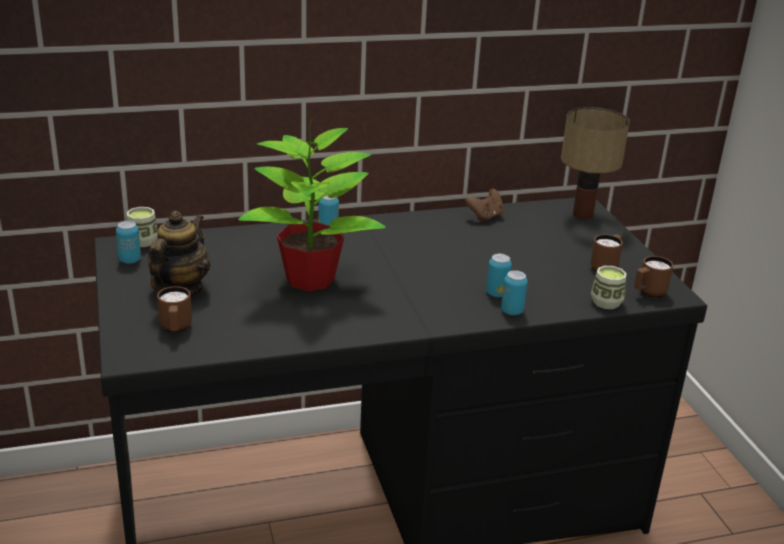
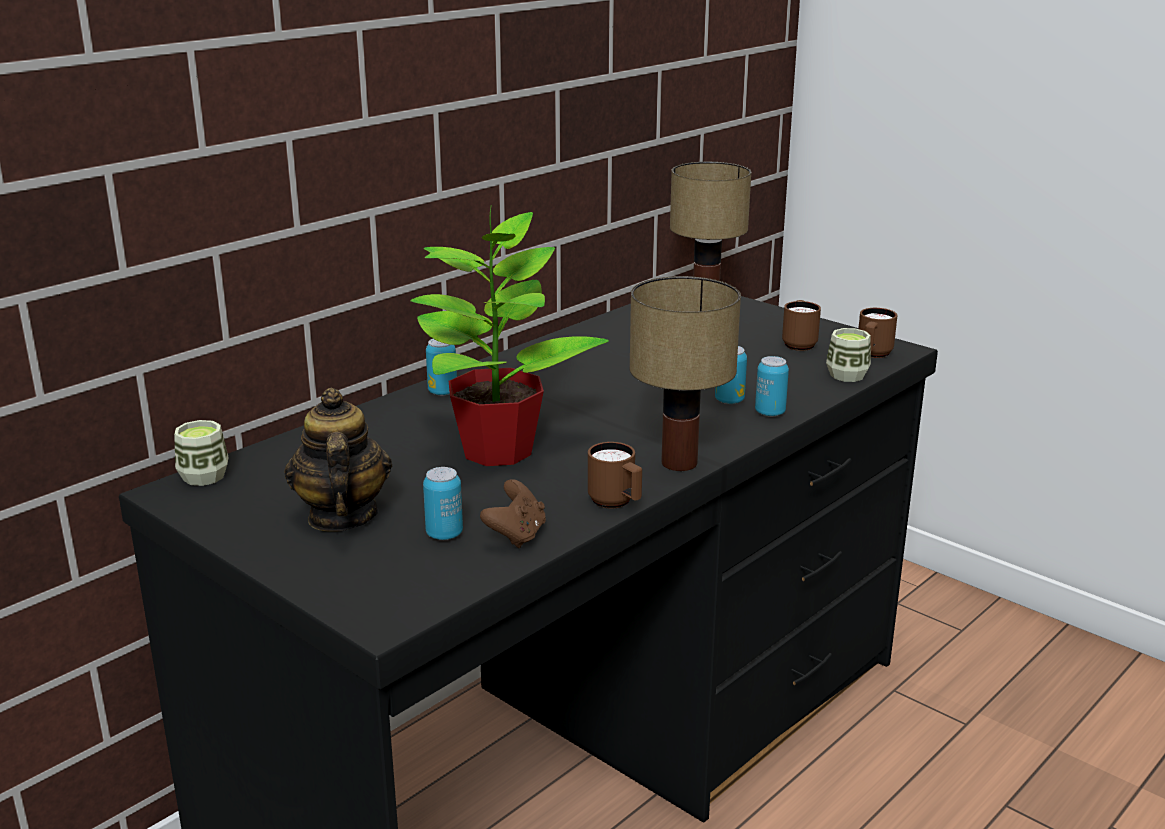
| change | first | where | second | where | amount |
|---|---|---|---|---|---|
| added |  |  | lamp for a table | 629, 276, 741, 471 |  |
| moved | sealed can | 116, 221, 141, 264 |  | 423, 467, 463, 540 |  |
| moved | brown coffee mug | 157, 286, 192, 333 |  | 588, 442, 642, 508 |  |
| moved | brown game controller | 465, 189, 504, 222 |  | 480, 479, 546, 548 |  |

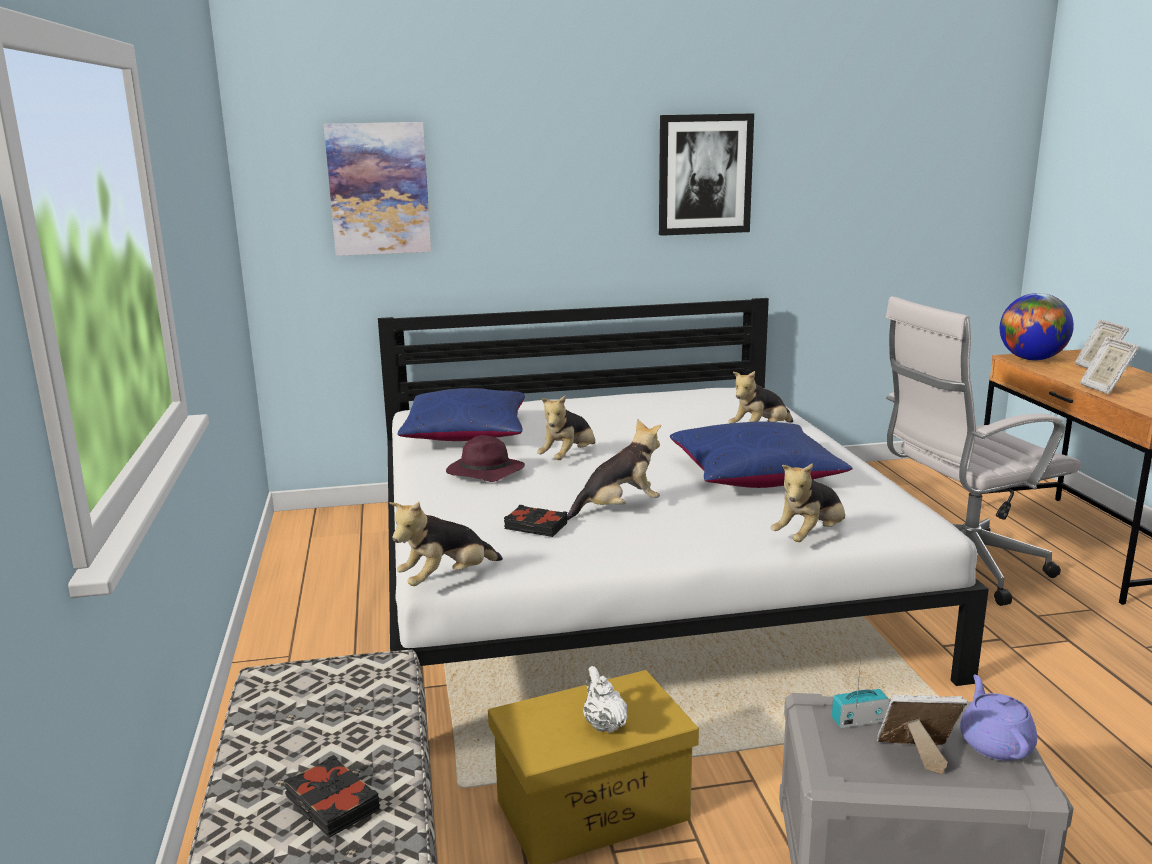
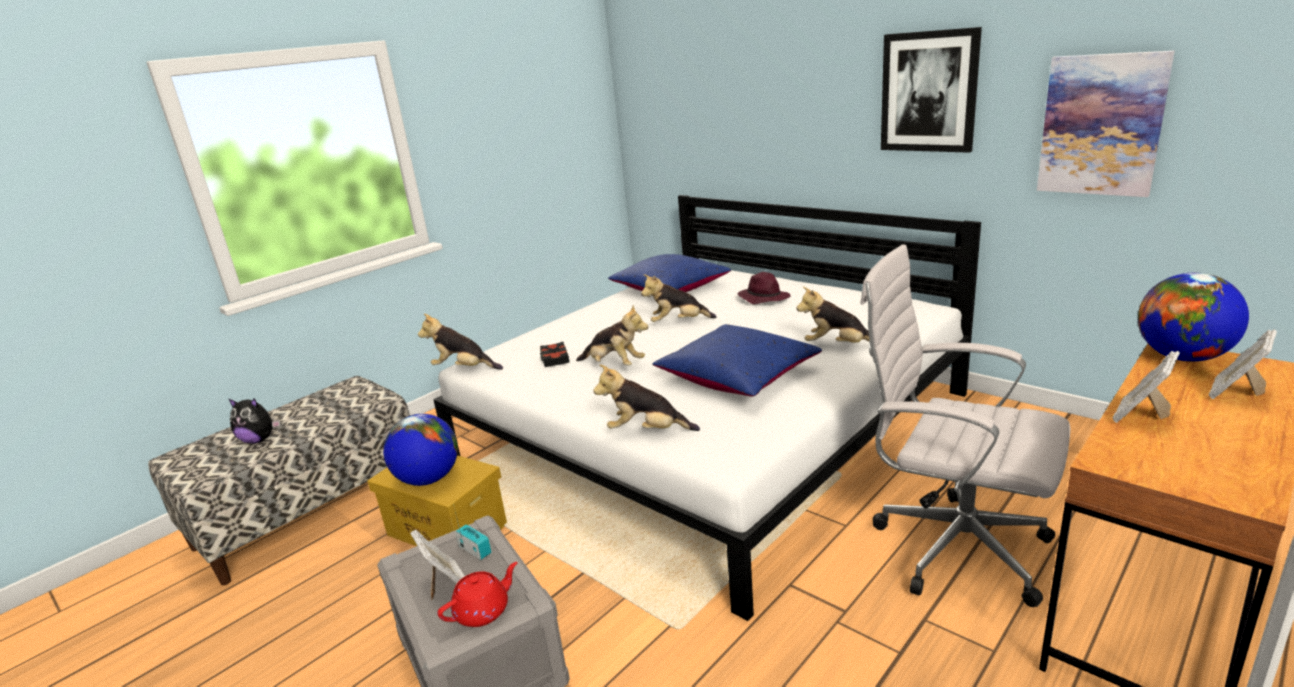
| change | first | where | second | where | amount |
|---|---|---|---|---|---|
| moved | wall picture | 324, 122, 431, 256 |  | 1037, 51, 1175, 197 |  |
| moved | purple wearable hat | 446, 435, 525, 482 |  | 738, 272, 791, 304 |  |
| replaced | blackish book | 284, 755, 380, 838 | soft toy | 229, 399, 281, 444 |  |
| replaced | white tea pot | 583, 666, 627, 733 | desk globe | 383, 414, 458, 486 |  |
| recoloured | purple tea pot | 960, 675, 1037, 761 | red-coloured tea pot | 437, 562, 518, 627 |  |

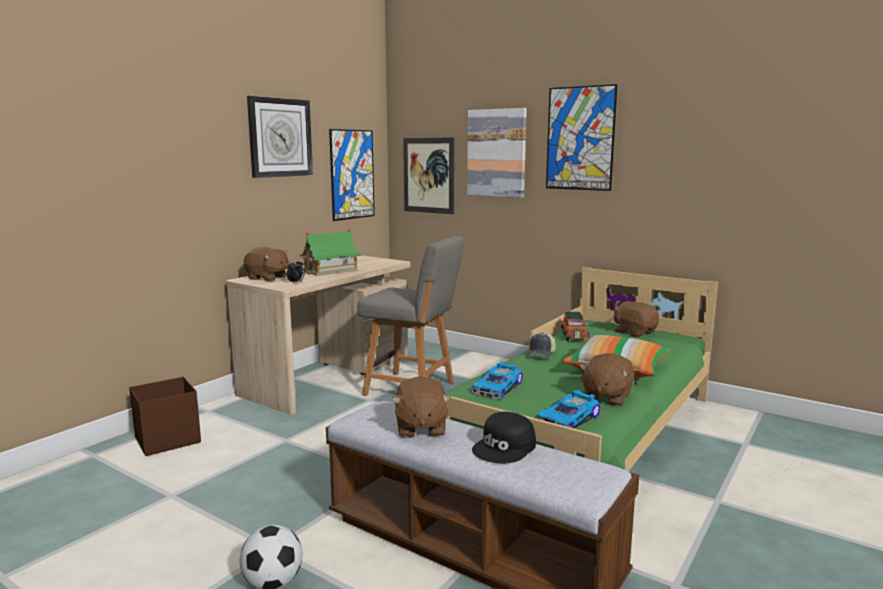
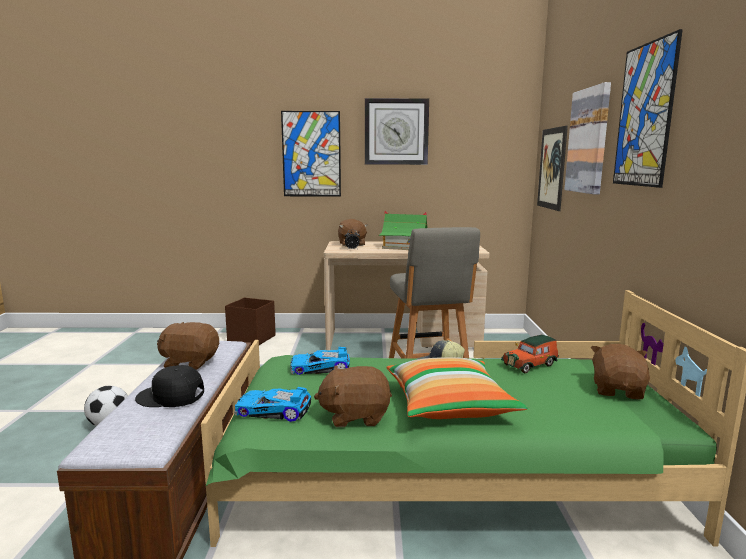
| change | first | where | second | where | amount |
|---|---|---|---|---|---|
| moved | wall picture | 329, 129, 375, 221 |  | 281, 111, 341, 197 |  |
| turned | brown soft toy | 392, 376, 451, 438 |  | 157, 322, 219, 370 | 45 degrees clockwise |

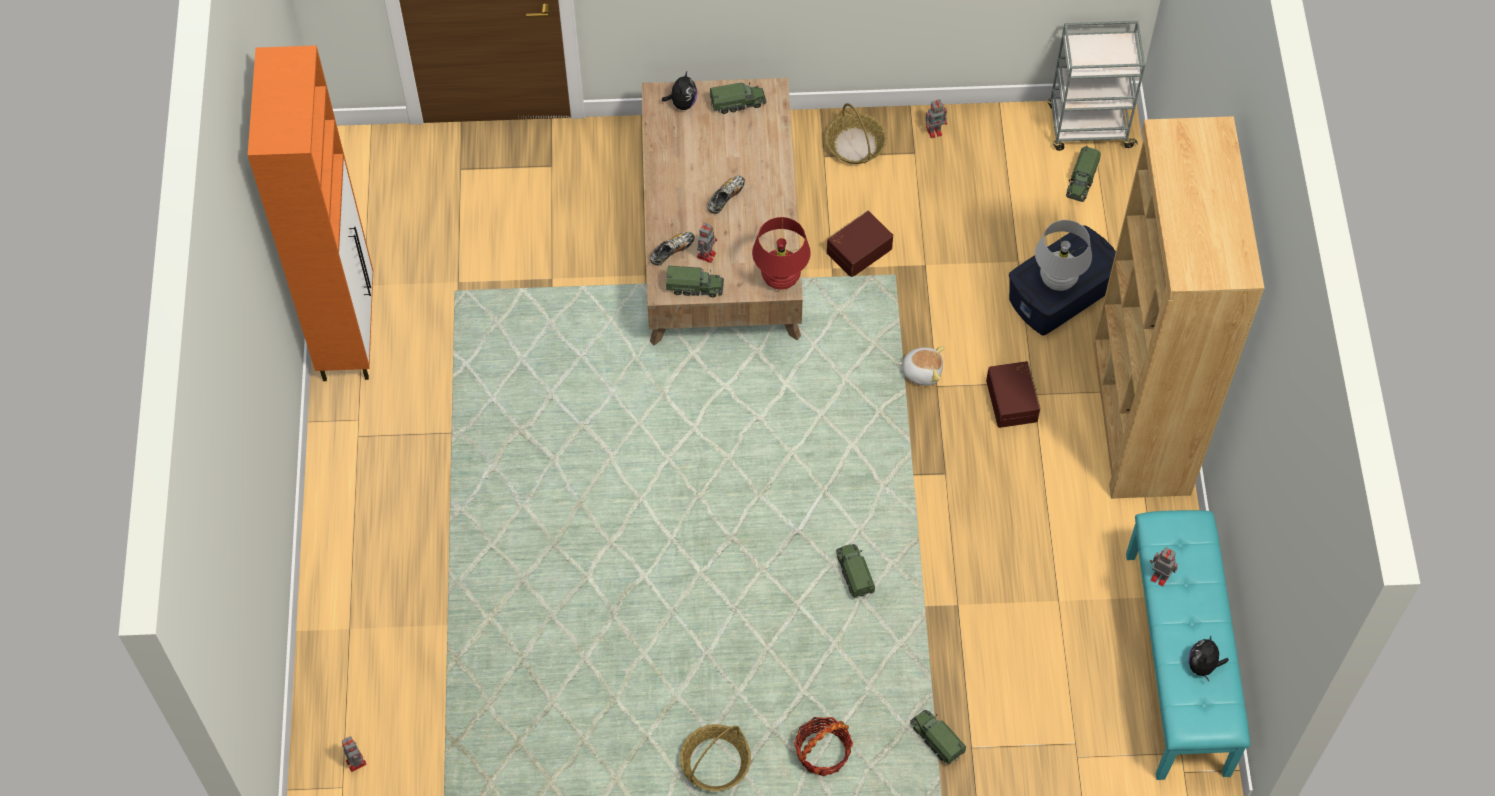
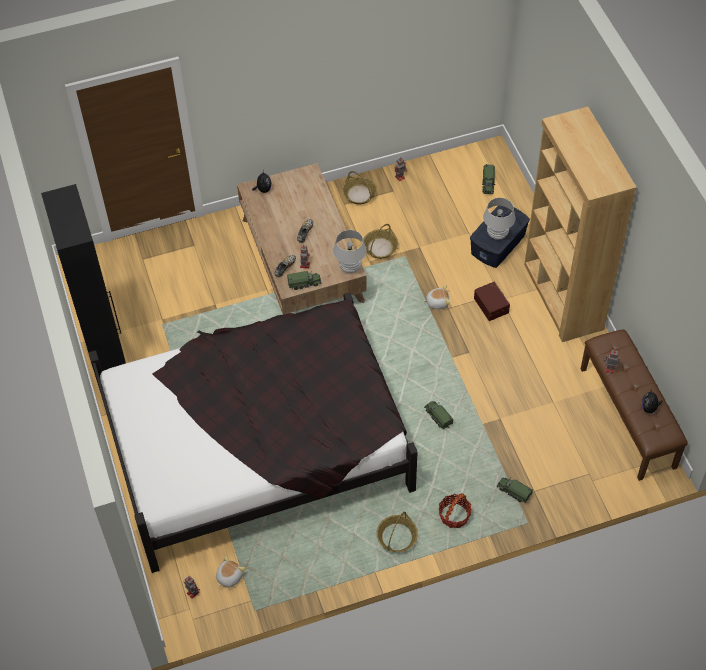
| change | first | where | second | where | amount |
|---|---|---|---|---|---|
| removed | toy truck | 710, 82, 766, 114 |  |  |  |
| removed | greyish wheeled cart | 1048, 21, 1145, 151 |  |  |  |
| added |  |  | blackish sleeping bed | 89, 292, 417, 573 |  |
| added |  |  | soft toy | 216, 556, 245, 588 |  |
| replaced | brown storage container | 827, 211, 893, 277 | storage basket | 363, 224, 398, 259 |  |
| recoloured | orange-coloured cupboard | 248, 45, 373, 381 | blackish cupboard | 41, 184, 126, 371 |  |
| recoloured | red-coloured lamp for a table | 752, 217, 810, 289 | white lamp for a table | 333, 230, 367, 273 |  |
| recoloured | turquoise-coloured bench | 1126, 510, 1250, 780 | brown bench | 581, 330, 688, 481 |  |

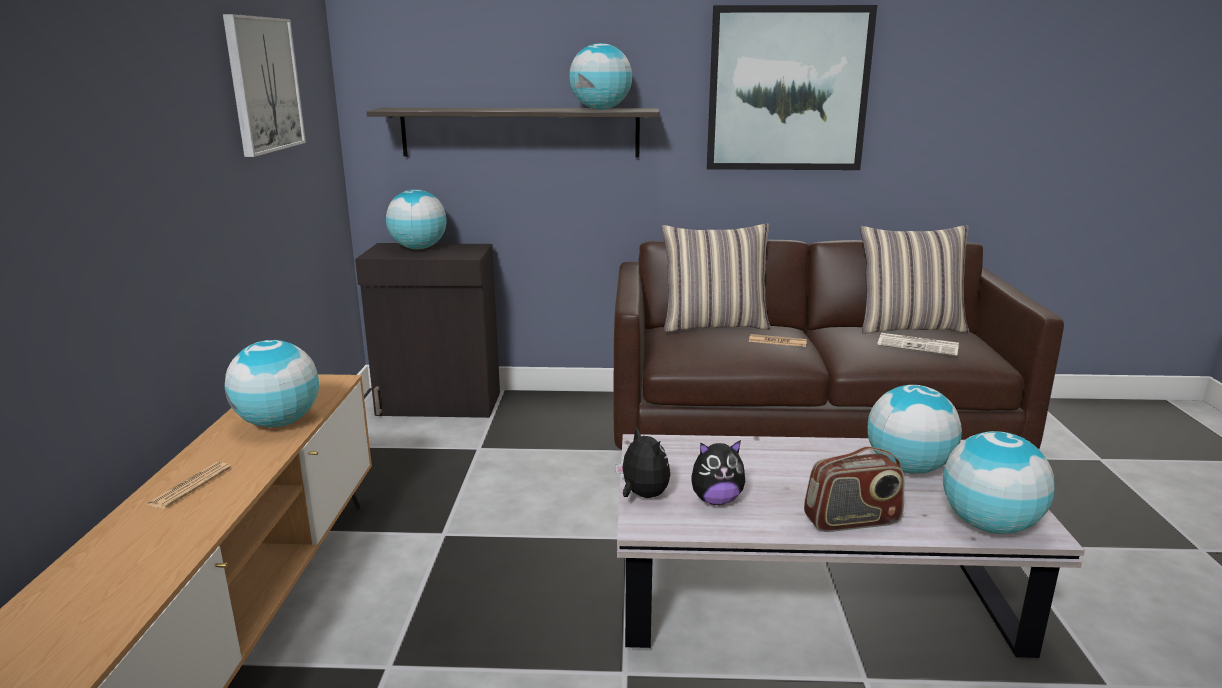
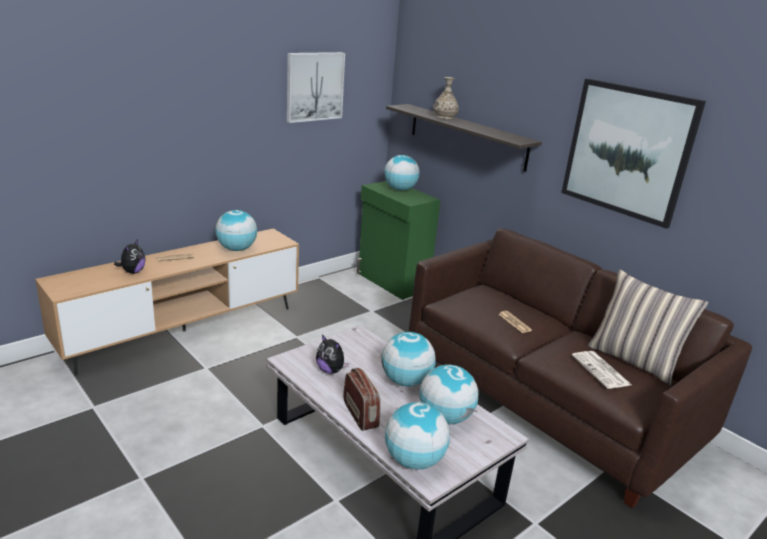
| change | first | where | second | where | amount |
|---|---|---|---|---|---|
| removed | cushion | 661, 223, 771, 332 |  |  |  |
| added |  |  | vase | 433, 77, 459, 119 |  |
| moved | desk globe | 569, 43, 632, 110 |  | 382, 332, 436, 387 |  |
| moved | soft toy | 615, 426, 670, 498 |  | 114, 239, 146, 274 |  |
| recoloured | blackish cupboard | 355, 243, 500, 418 | green-coloured cupboard | 357, 181, 440, 300 |  |
| turned | radio set | 804, 447, 905, 532 |  | 343, 368, 381, 431 | 150 degrees counterclockwise |

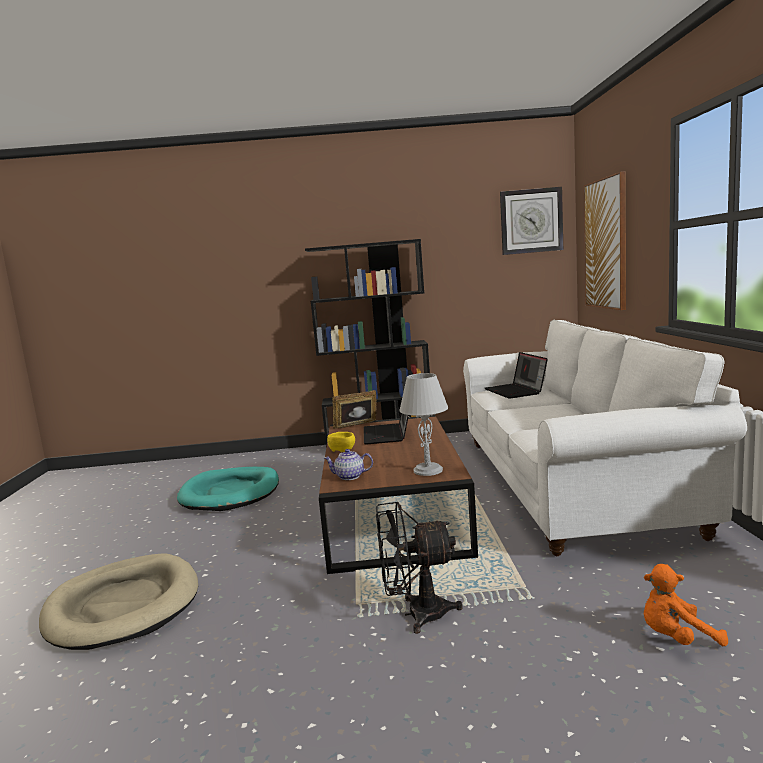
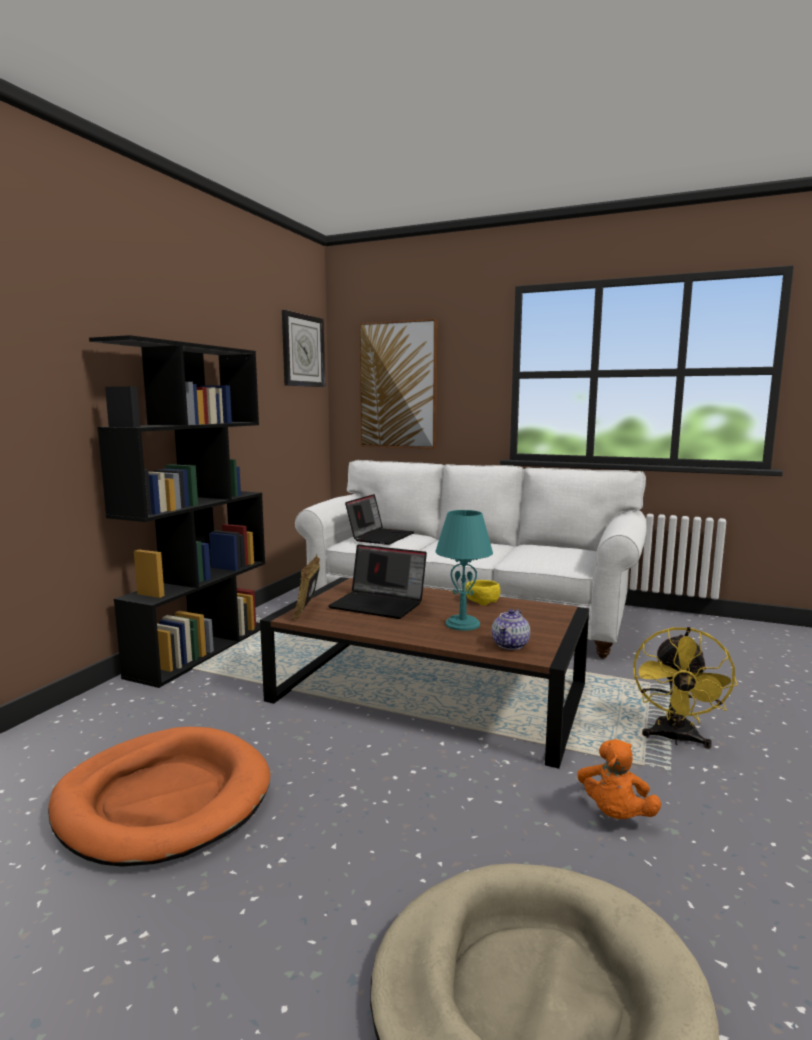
| change | first | where | second | where | amount |
|---|---|---|---|---|---|
| removed | greyish lamp for a table | 399, 373, 448, 476 |  |  |  |
| added |  |  | turquoise-coloured lamp for a table | 435, 510, 493, 631 |  |
| moved | yellowish serving bowl | 327, 432, 355, 452 |  | 465, 580, 501, 605 |  |
| moved | orange-coloured soft toy | 644, 564, 728, 646 |  | 577, 739, 661, 819 |  |
| recoloured | turquoise-coloured dog cushion | 177, 467, 279, 511 | orange-coloured dog cushion | 48, 727, 270, 867 |  |
| recoloured | blackish electric fan | 376, 502, 463, 634 | yellowish electric fan | 633, 627, 738, 749 |  |
| turned | portable computer | 485, 352, 548, 399 |  | 345, 494, 414, 545 | 75 degrees counterclockwise |

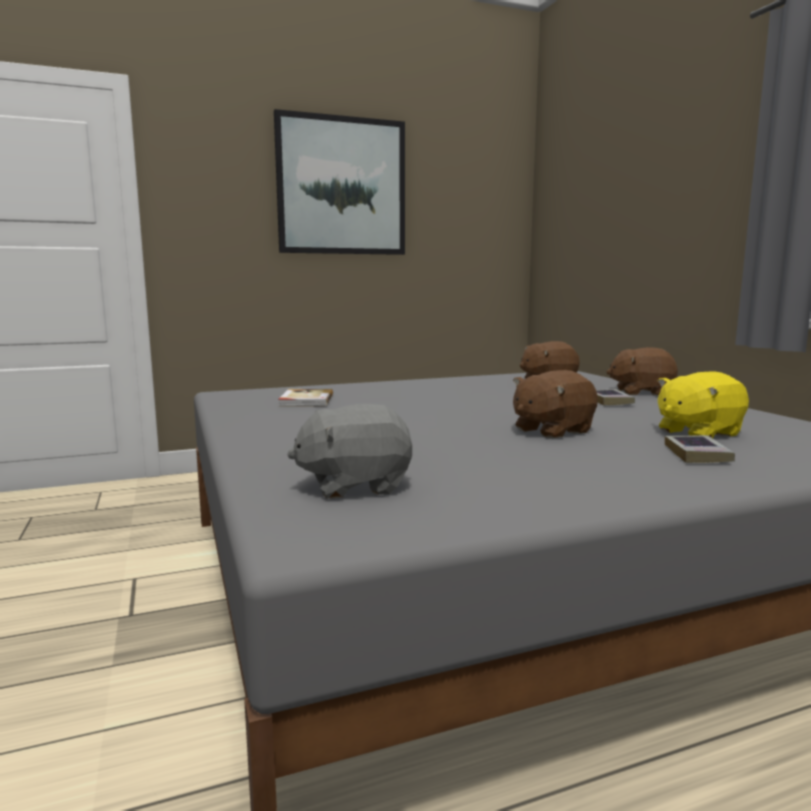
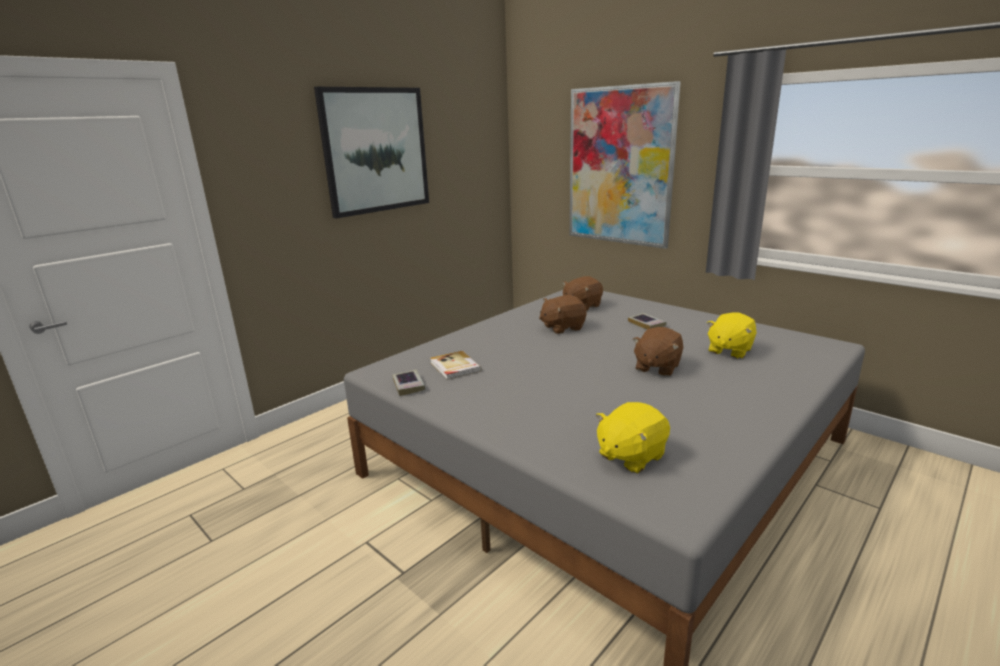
| change | first | where | second | where | amount |
|---|---|---|---|---|---|
| added |  |  | wall picture | 570, 81, 681, 249 |  |
| moved | brown soft toy | 607, 347, 678, 396 |  | 539, 295, 587, 334 |  |
| moved | book | 665, 435, 735, 463 |  | 392, 369, 425, 396 |  |
| recoloured | greyish soft toy | 287, 404, 412, 498 | yellowish soft toy | 596, 402, 670, 473 |  |

